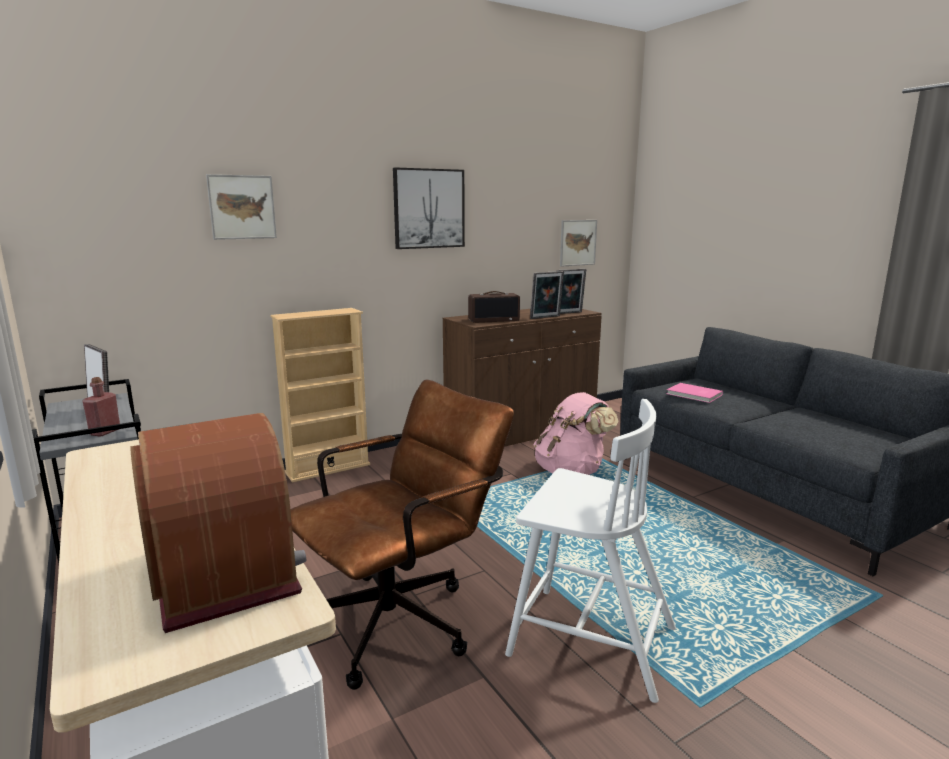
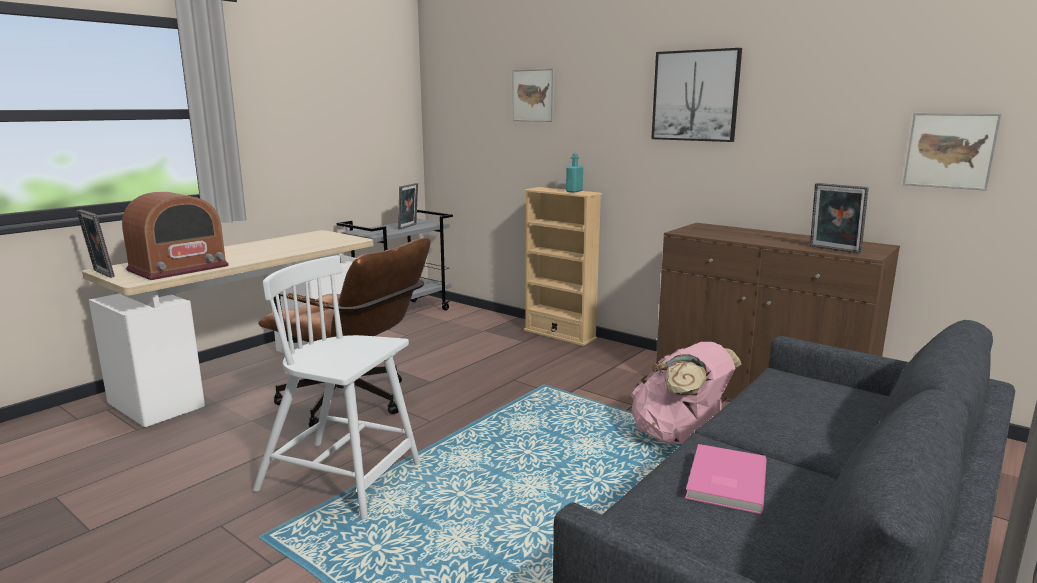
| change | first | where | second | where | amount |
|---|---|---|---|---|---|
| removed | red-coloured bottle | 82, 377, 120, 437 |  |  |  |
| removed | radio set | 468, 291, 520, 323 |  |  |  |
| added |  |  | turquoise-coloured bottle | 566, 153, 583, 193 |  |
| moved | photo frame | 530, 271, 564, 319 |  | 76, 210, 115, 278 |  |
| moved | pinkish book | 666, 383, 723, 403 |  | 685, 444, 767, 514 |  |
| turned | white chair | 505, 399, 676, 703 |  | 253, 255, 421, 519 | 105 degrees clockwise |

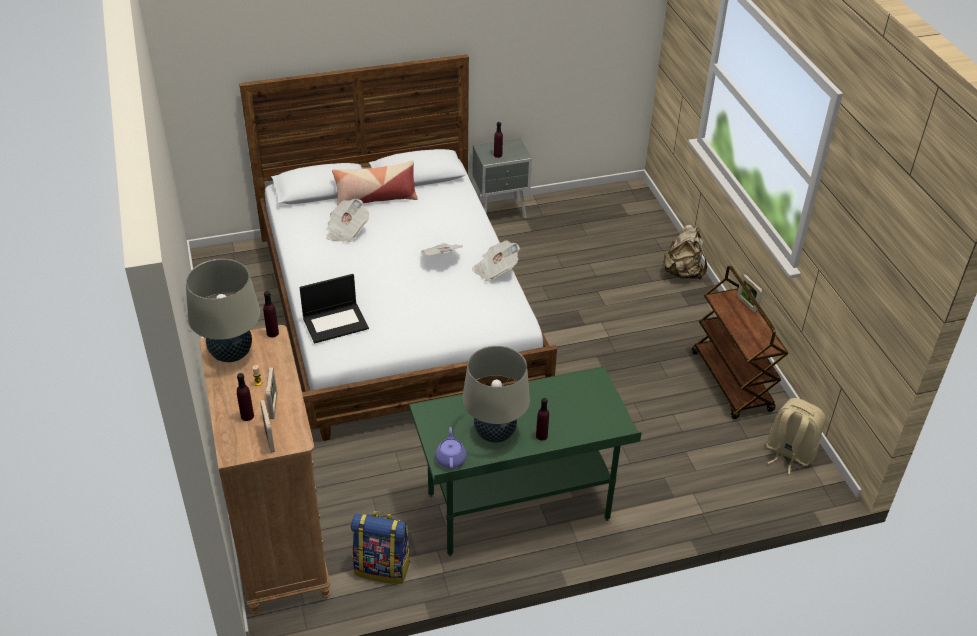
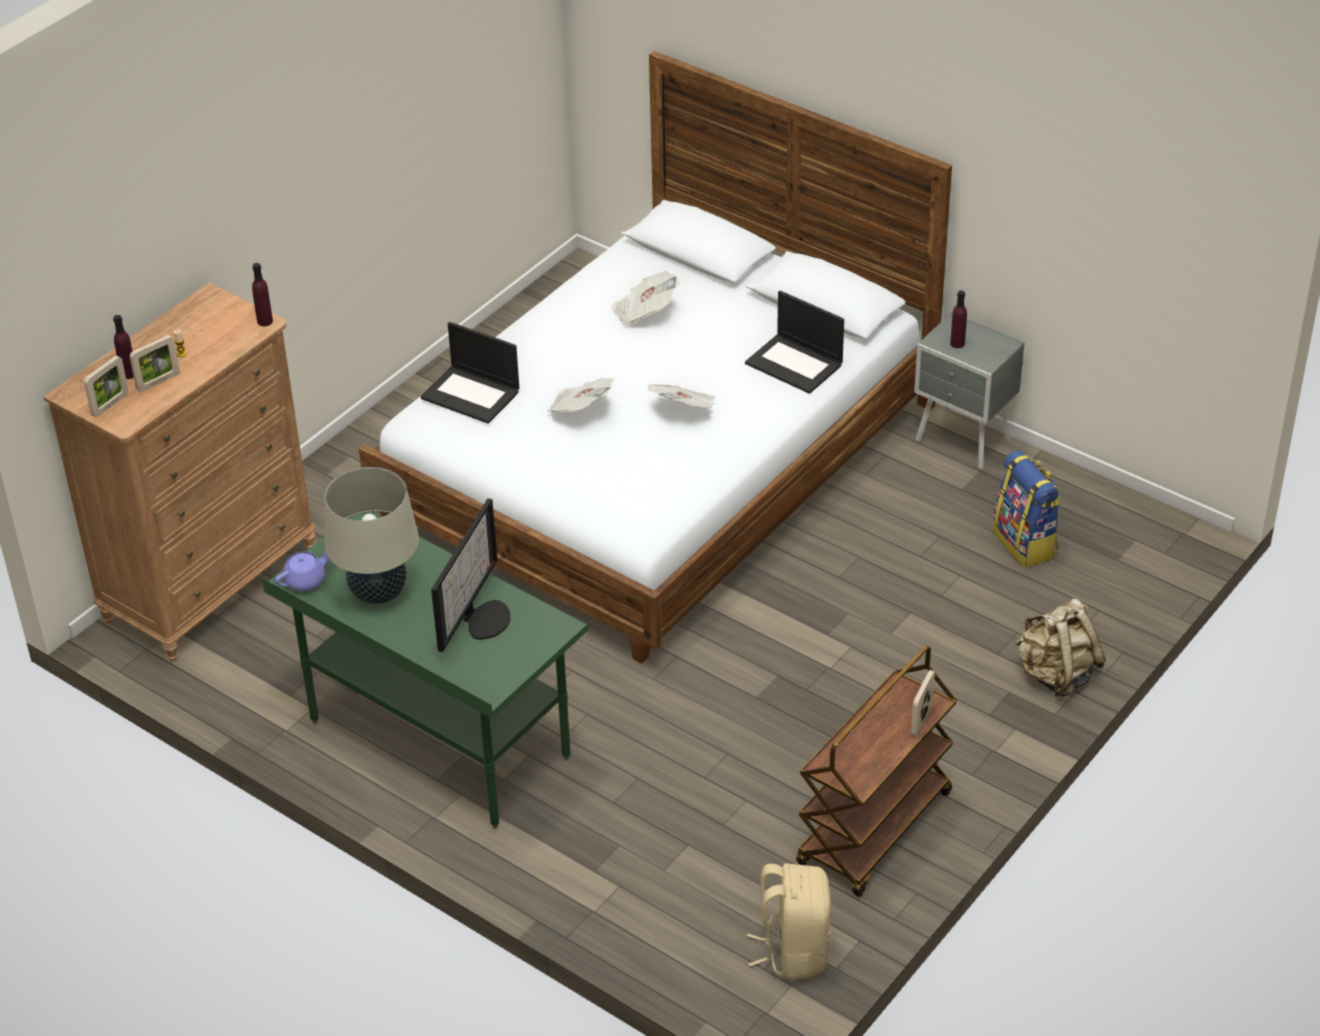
| change | first | where | second | where | amount |
|---|---|---|---|---|---|
| removed | beige-coloured lamp for a table | 186, 259, 260, 362 |  |  |  |
| removed | cushion | 332, 161, 418, 206 |  |  |  |
| removed | purple bottle | 536, 398, 549, 441 |  |  |  |
| added |  |  | computer screen | 431, 498, 510, 652 |  |
| added |  |  | portable computer | 745, 291, 844, 394 |  |
| moved | rucksack | 351, 511, 411, 584 |  | 993, 450, 1061, 568 |  |
| moved | newspaper | 472, 240, 520, 281 |  | 547, 378, 614, 413 |  |

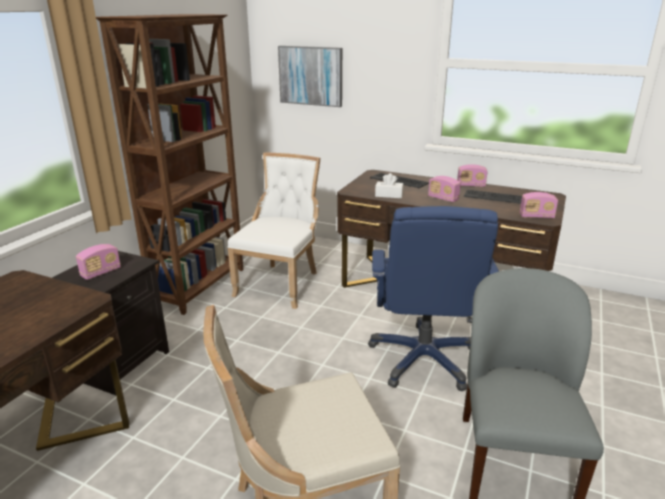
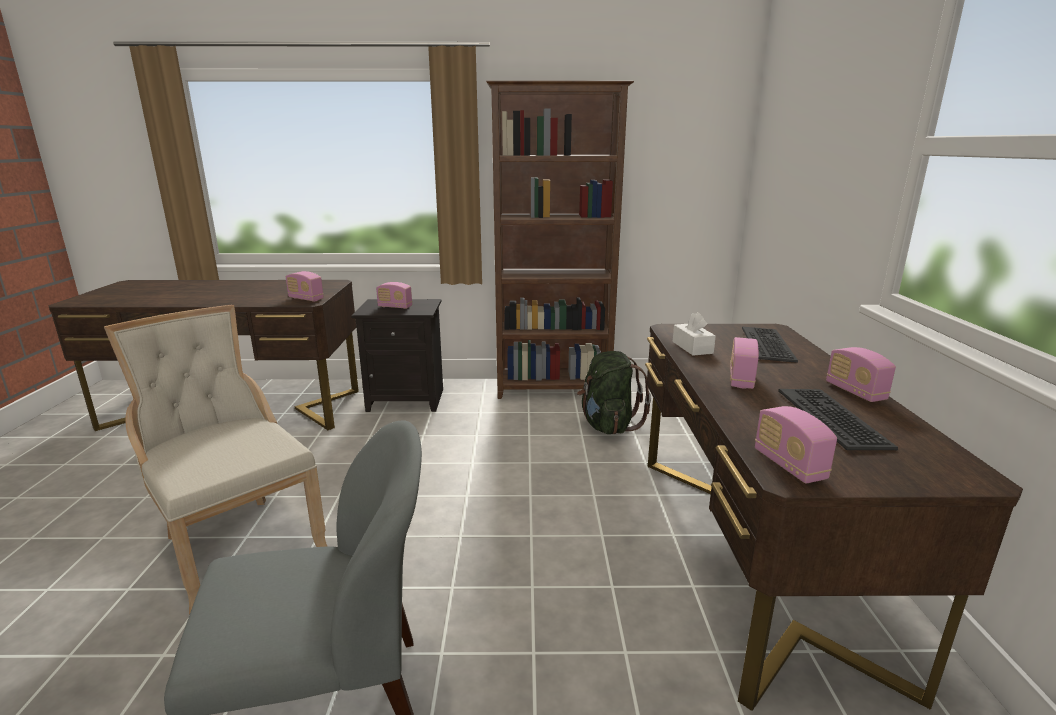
| change | first | where | second | where | amount |
|---|---|---|---|---|---|
| removed | wall picture | 278, 46, 342, 107 |  |  |  |
| removed | blue desk chair | 368, 206, 499, 391 |  |  |  |
| added |  |  | radio set | 286, 271, 324, 302 |  |
| replaced | white chair | 228, 153, 320, 309 | green-coloured rucksack | 577, 351, 651, 434 |  |

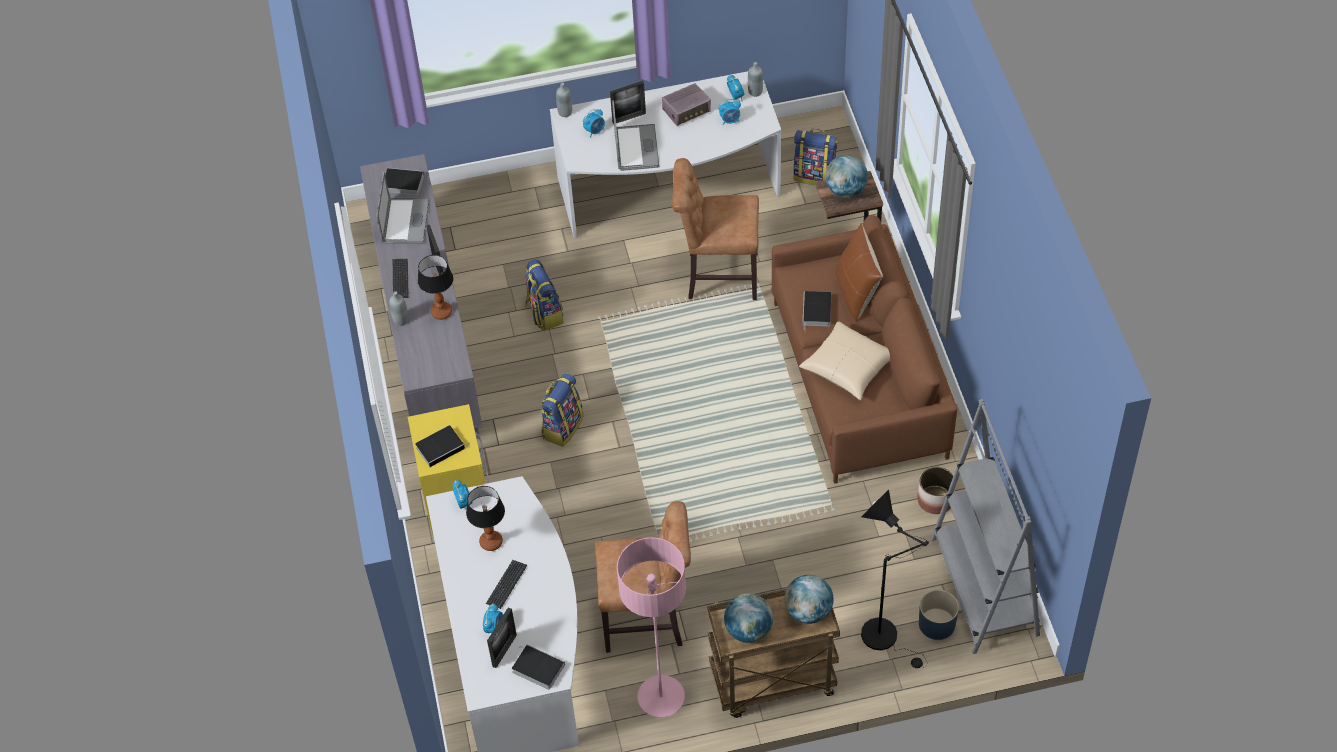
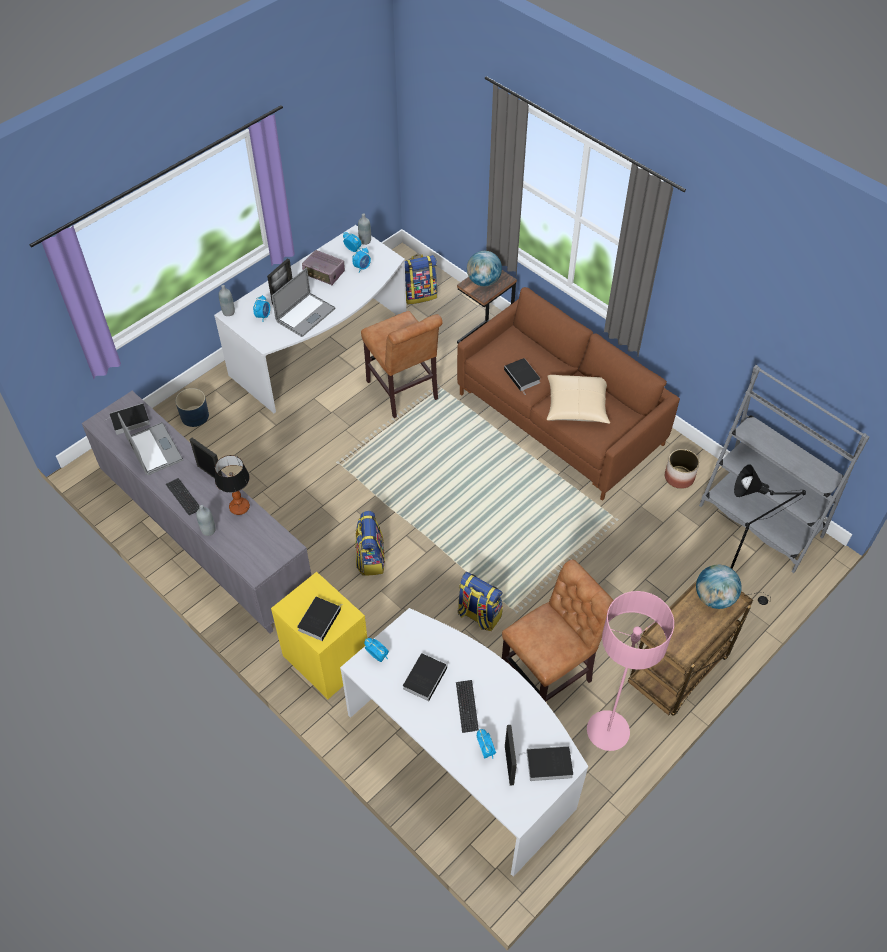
| change | first | where | second | where | amount |
|---|---|---|---|---|---|
| removed | desk globe | 724, 593, 773, 643 |  |  |  |
| removed | brown cushion | 835, 222, 883, 321 |  |  |  |
| moved | rucksack | 525, 259, 564, 331 |  | 458, 572, 503, 631 |  |
| moved | blue planter | 919, 590, 959, 640 |  | 175, 388, 209, 427 |  |
| replaced | lamp for a table | 466, 486, 505, 551 | book | 403, 653, 449, 701 |  |
| turned | portable computer | 612, 100, 659, 171 |  | 272, 268, 336, 337 | 75 degrees clockwise |
| turned | radio set | 662, 83, 711, 126 |  | 302, 250, 345, 286 | 90 degrees clockwise |
| turned | brown chair | 672, 158, 759, 300 |  | 361, 311, 443, 418 | 90 degrees counterclockwise |

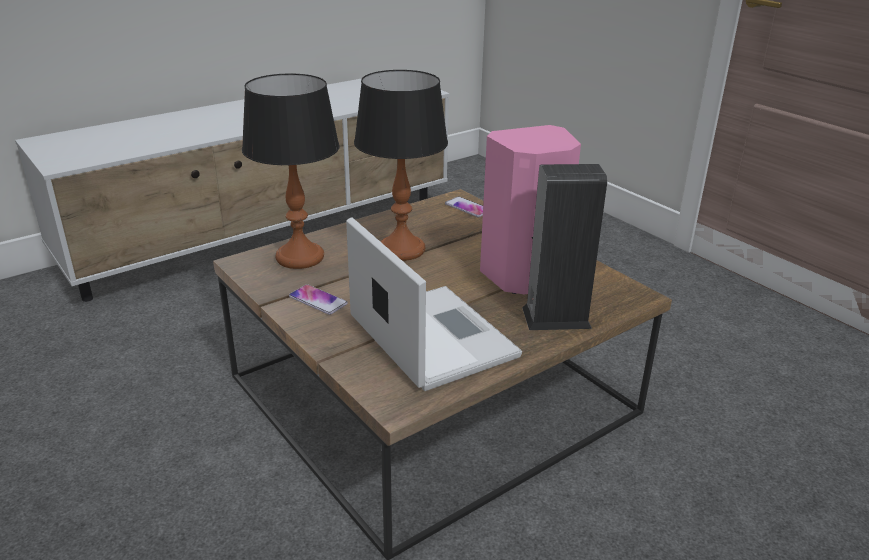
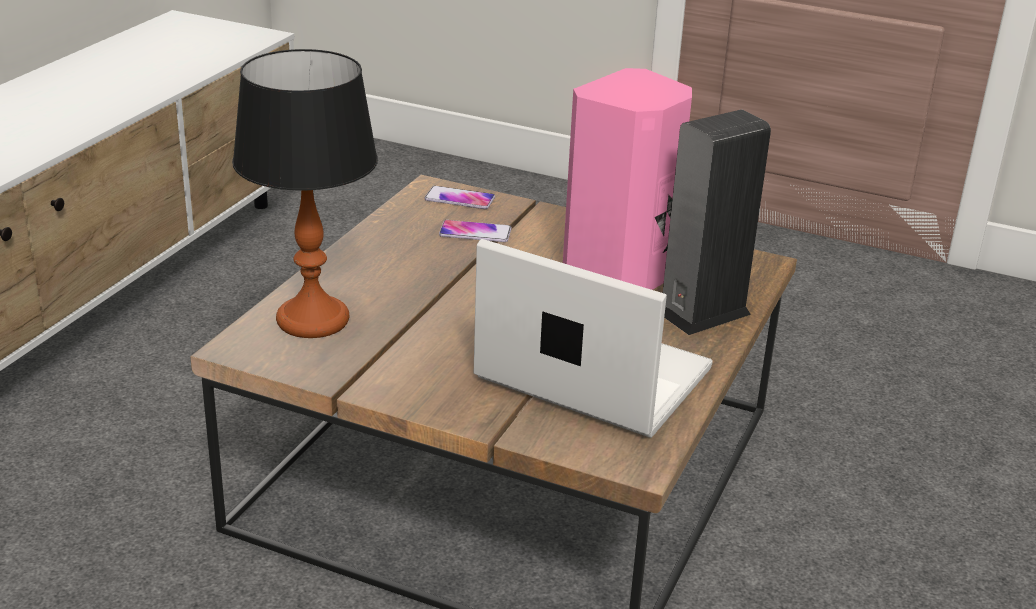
| change | first | where | second | where | amount |
|---|---|---|---|---|---|
| removed | lamp for a table | 354, 70, 448, 261 |  |  |  |
| moved | telephone | 289, 284, 348, 315 |  | 439, 220, 511, 242 |  |

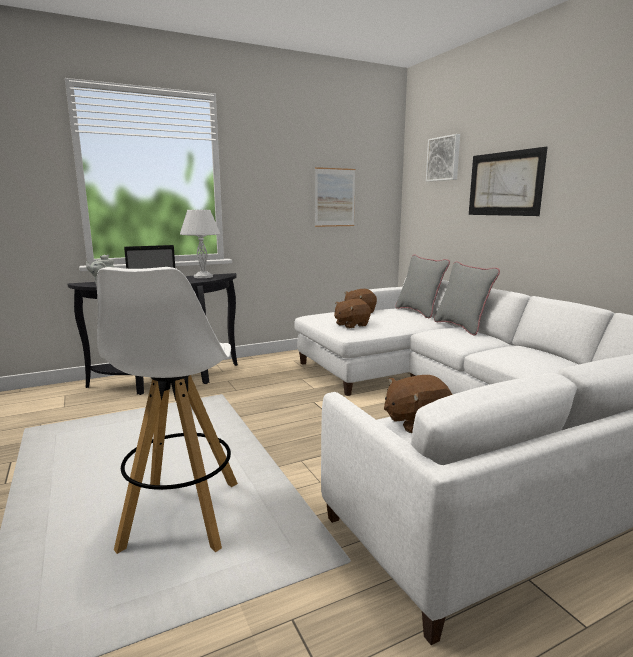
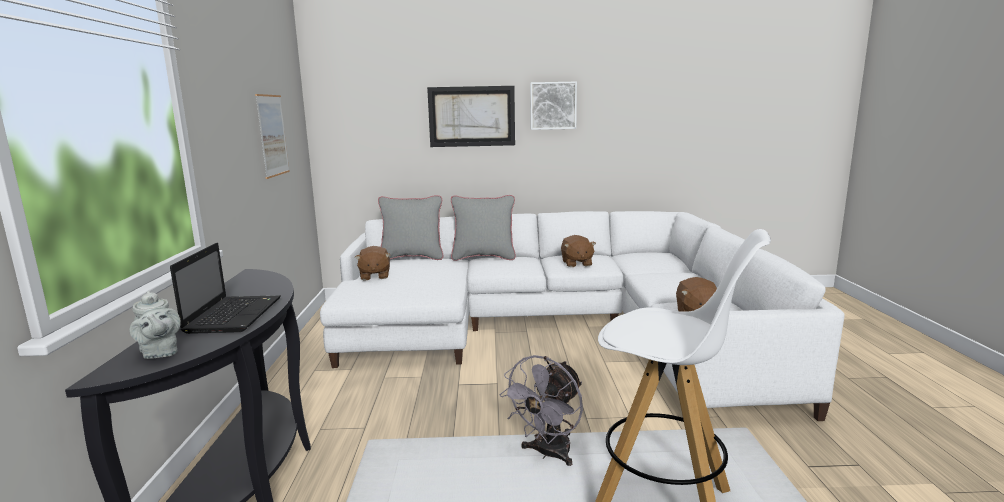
| change | first | where | second | where | amount |
|---|---|---|---|---|---|
| removed | white lamp for a table | 180, 210, 220, 278 |  |  |  |
| added |  |  | greyish electric fan | 500, 355, 583, 466 |  |
| moved | brown soft toy | 334, 299, 371, 329 |  | 561, 235, 596, 267 |  |
| moved | wall picture | 426, 134, 460, 182 |  | 530, 82, 577, 130 |  |

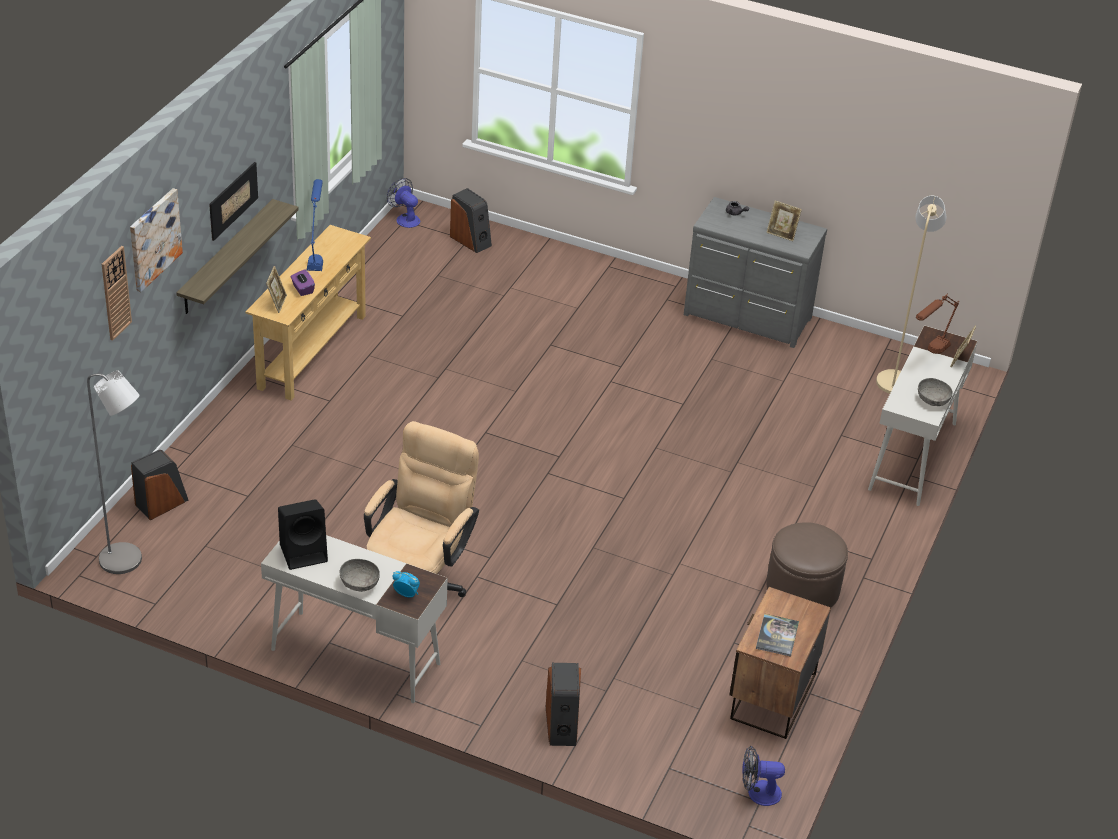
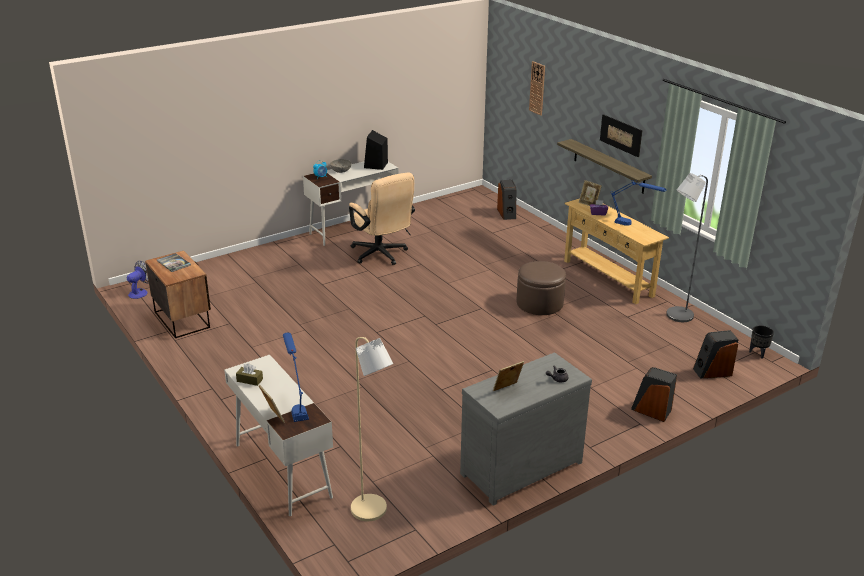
| change | first | where | second | where | amount |
|---|---|---|---|---|---|
| removed | wall picture | 130, 188, 183, 292 |  |  |  |
| moved | greyish floor lamp | 87, 370, 142, 574 |  | 666, 173, 708, 322 |  |
| moved | speaker | 546, 663, 581, 746 |  | 631, 367, 677, 422 |  |
| moved | brown ottoman | 767, 522, 848, 607 |  | 517, 261, 566, 315 |  |
| replaced | electric fan | 387, 178, 420, 228 | blackish planter | 749, 325, 774, 359 |  |
| replaced | greyish serving bowl | 918, 378, 953, 406 | brown tissue box | 236, 363, 263, 386 |  |
| recoloured | brown lamp for a table | 916, 293, 959, 354 | blue lamp for a table | 283, 333, 309, 422 |  |

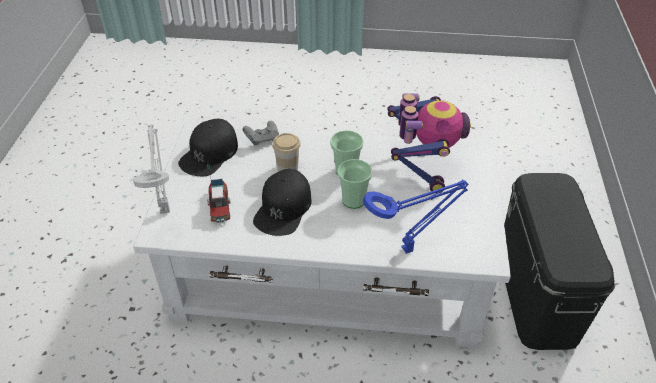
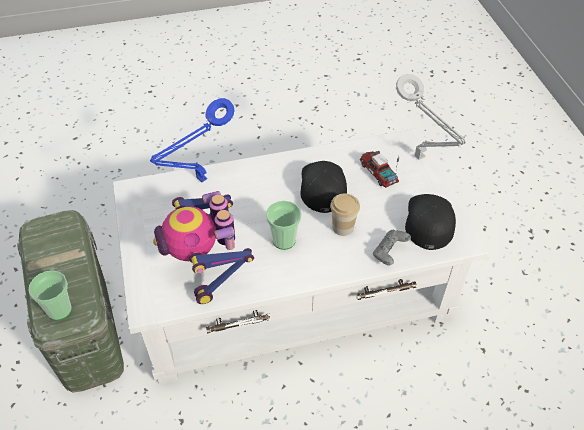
| change | first | where | second | where | amount |
|---|---|---|---|---|---|
| moved | cup | 337, 159, 372, 209 |  | 28, 270, 72, 321 |  |
| recoloured | blackish storage container | 504, 173, 615, 350 | green-coloured storage container | 17, 210, 124, 393 |  |

